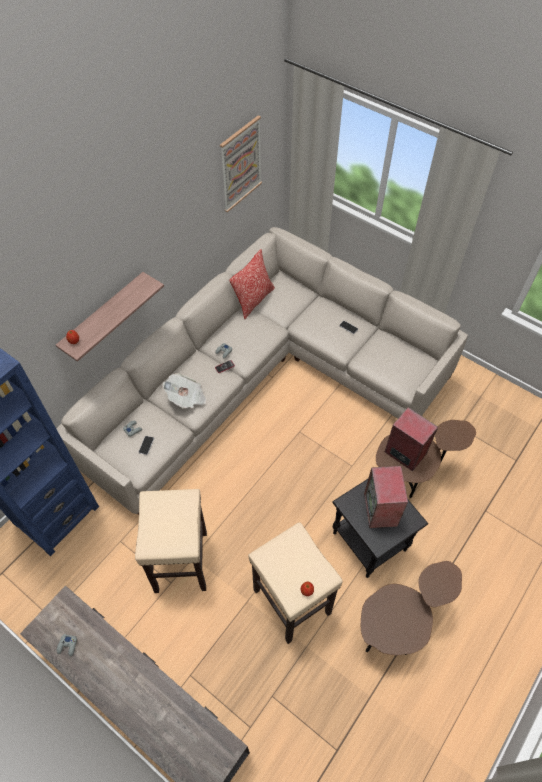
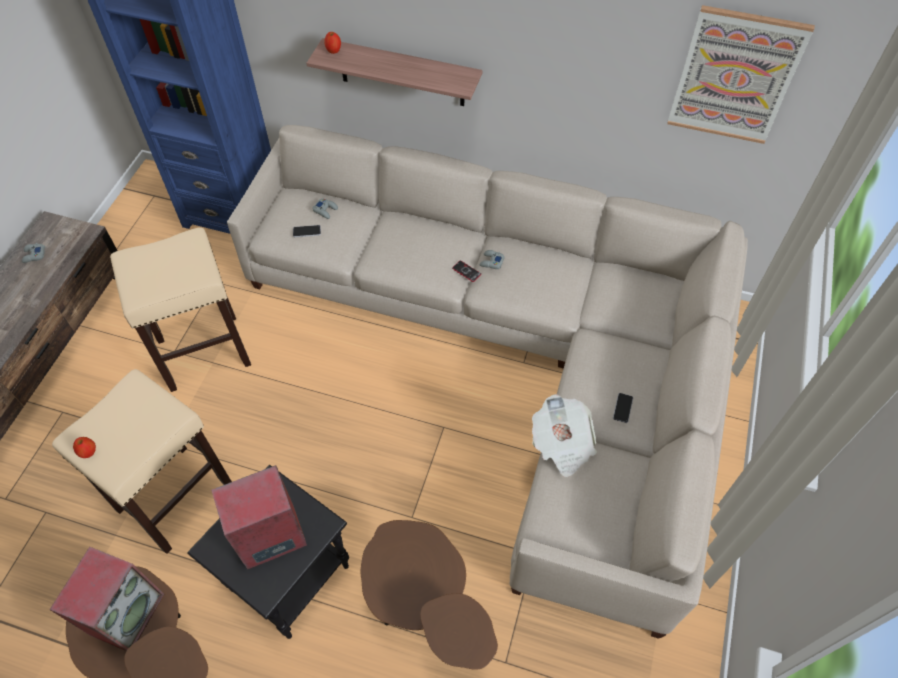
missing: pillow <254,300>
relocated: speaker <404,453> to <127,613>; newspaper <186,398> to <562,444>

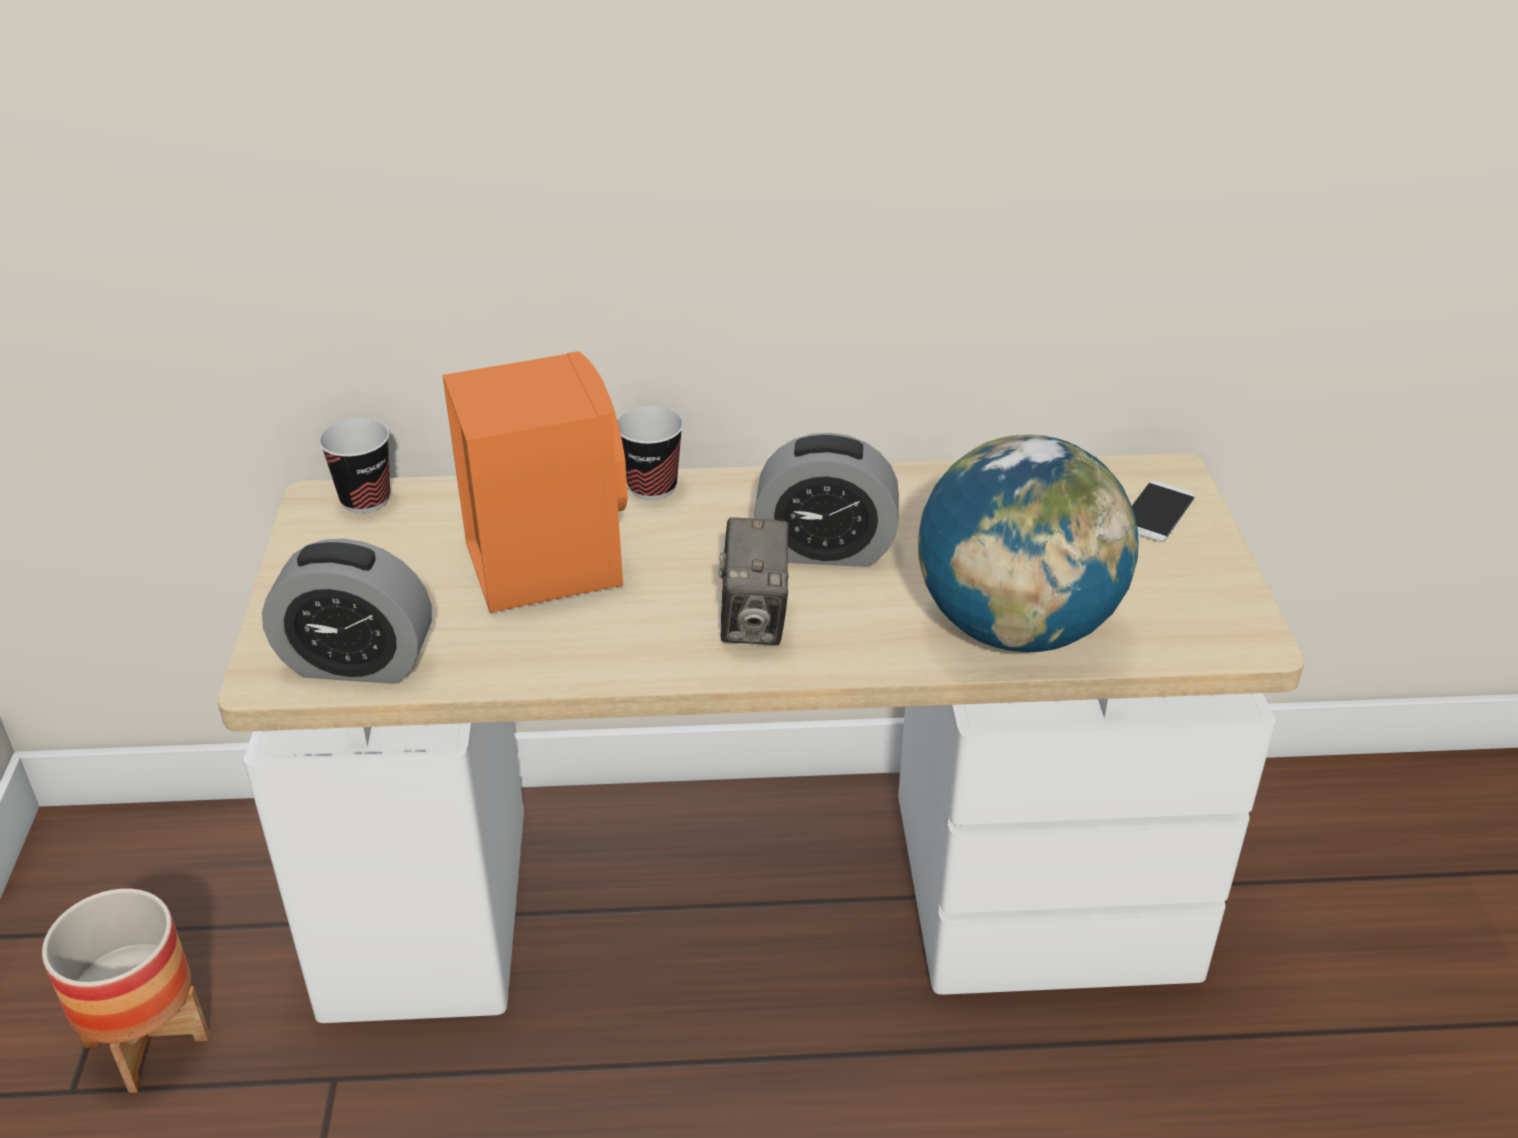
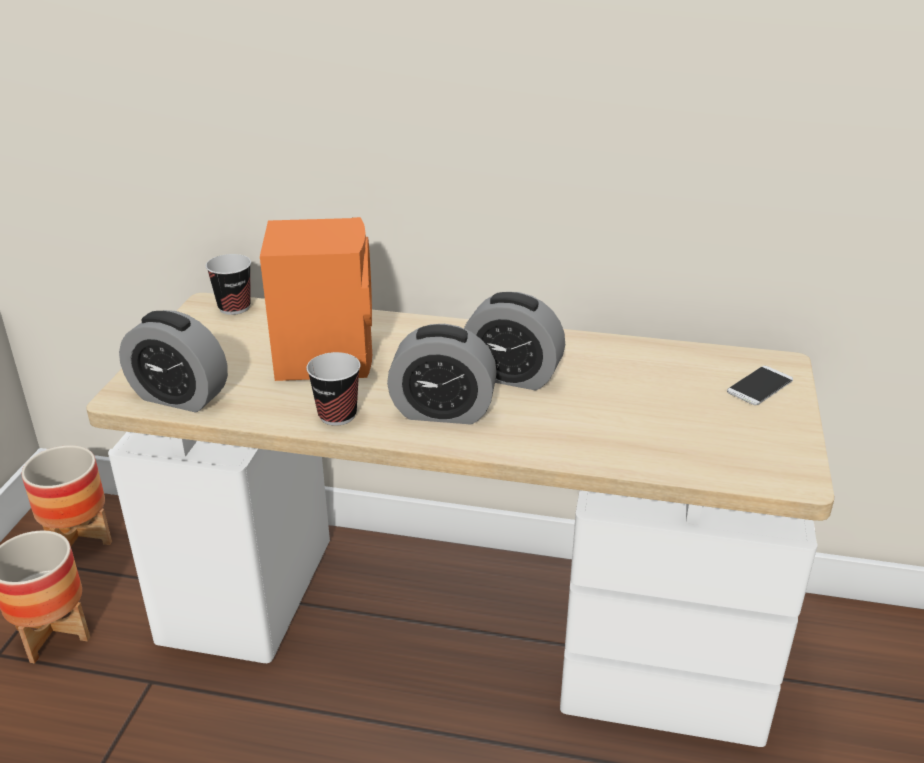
missing: globe <1016,628>
appeared: planter <78,539>
relocated: cup <652,486> to <337,415>
exchanged: photo camera <754,621> to alarm clock <442,411>

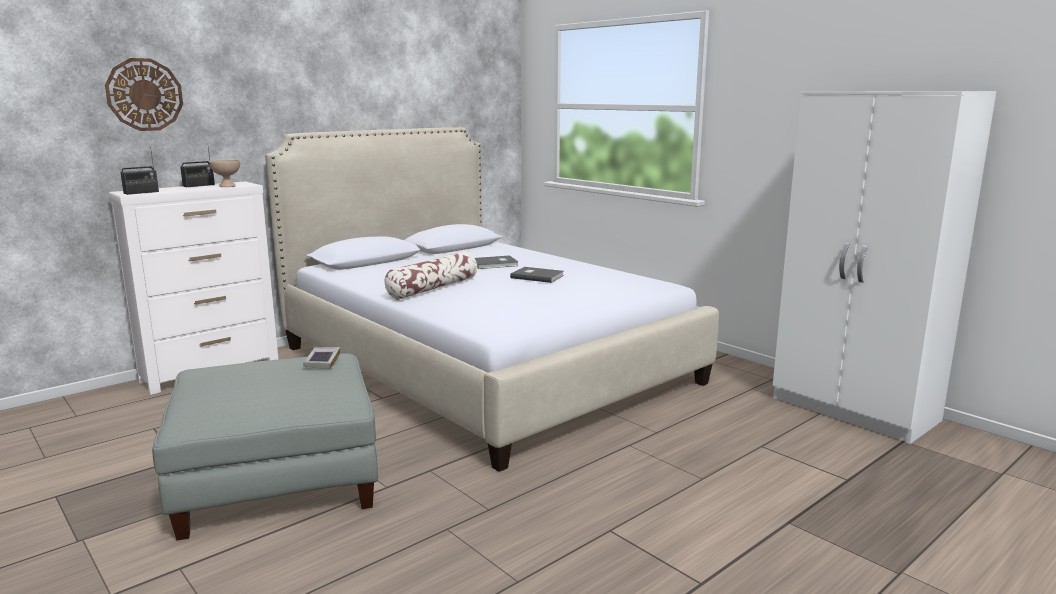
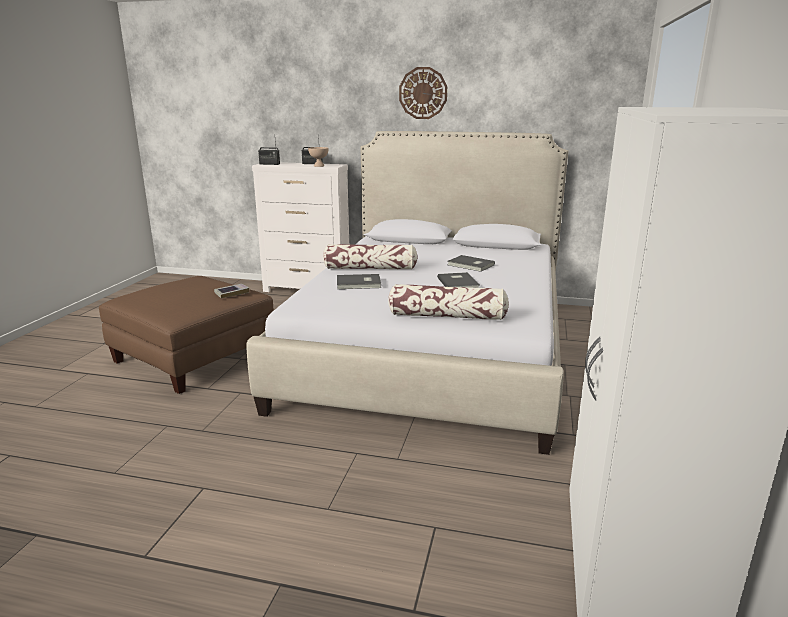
appeared: grey book <359,284>; pillow <447,316>
relocated: wall clock <144,94> to <423,93>
colour: grey ottoman <277,479> to brown ottoman <193,357>

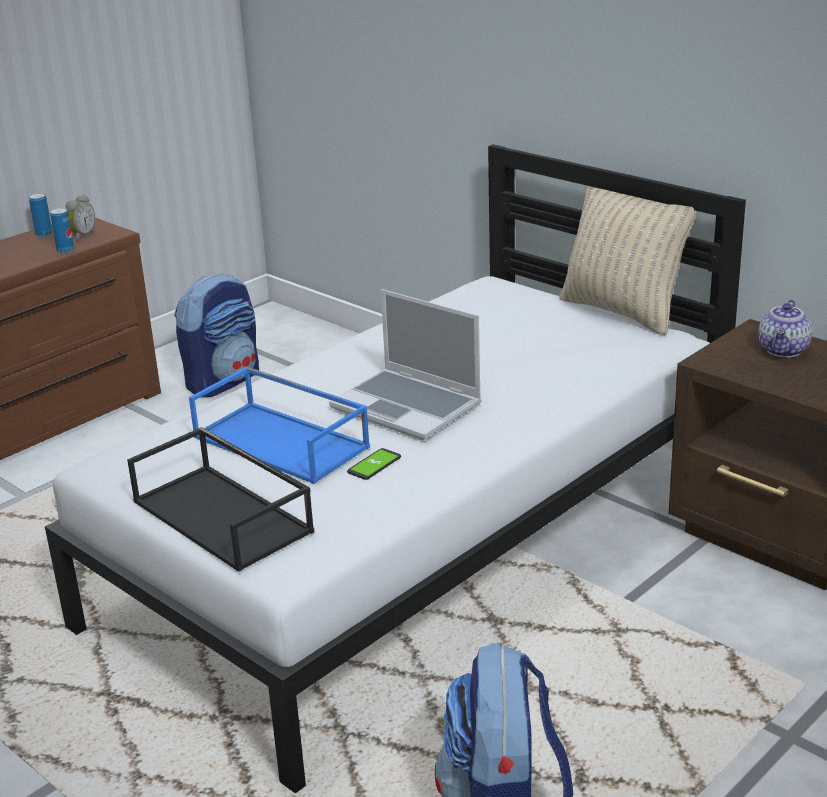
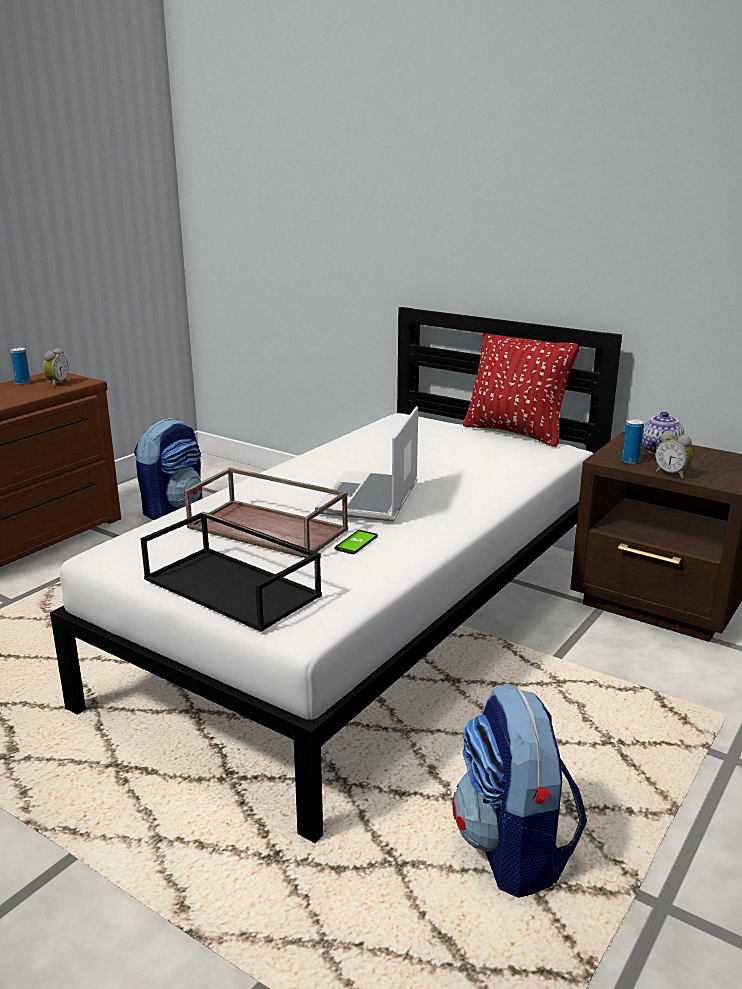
appeared: alarm clock <672,474>
relocated: can <65,250> to <630,461>
colour: blue tray <283,442> to brown tray <269,528>; beige pillow <622,312> to red pillow <515,433>
spun: laptop <408,406> = <370,499> 75 degrees clockwise

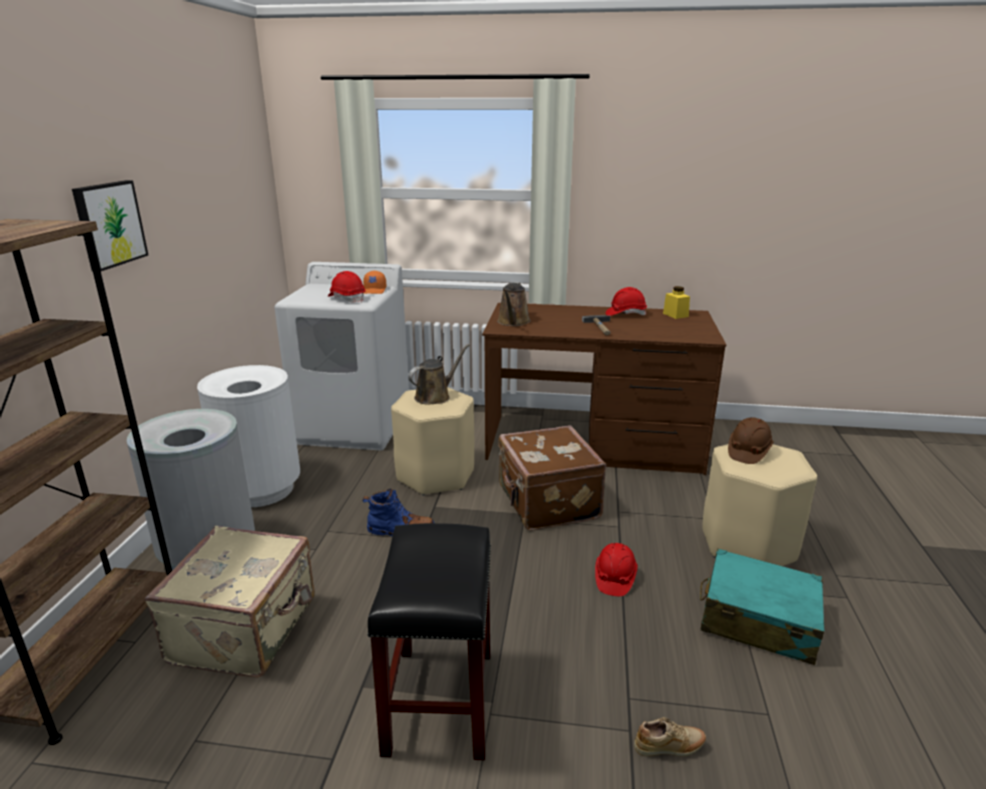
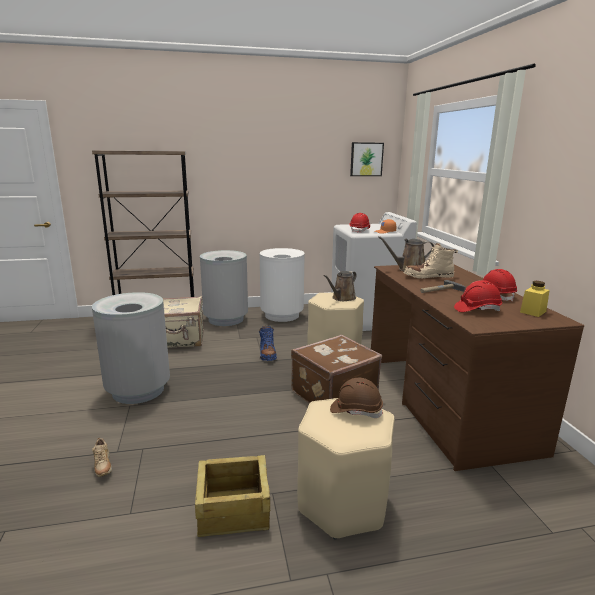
appeared: beige boot <428,277>
relocated: picture <109,224> to <366,159>; red hard hat <614,578> to <477,309>
exchanged: black stool <439,700> to grey trash can <138,390>; turquoise suitcase <757,620> to crate <233,509>
spun: brown watering can <435,396> = <342,298> 105 degrees clockwise

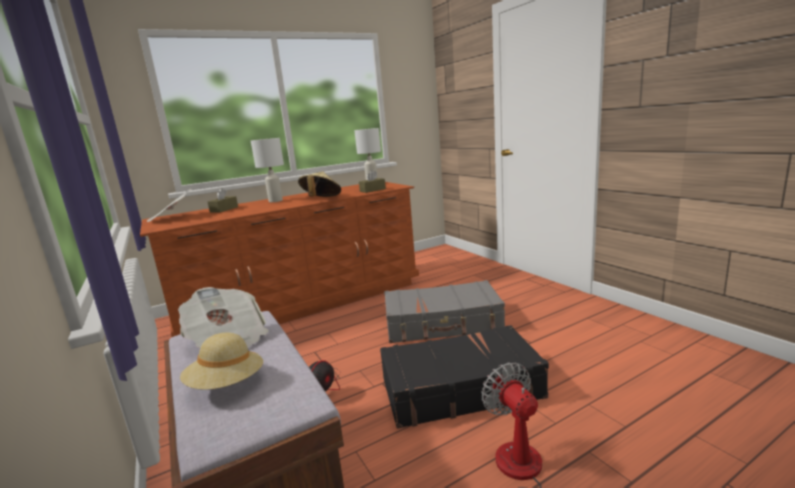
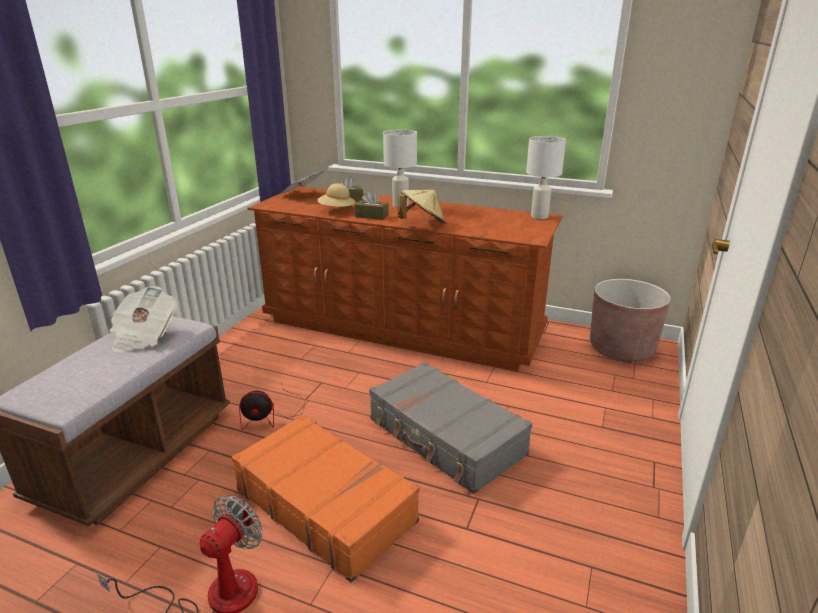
appeared: brown planter <621,349>
relocated: beige hat <226,385> to <336,210>; brown tissue box <372,190> to <371,216>
colour: black suitcase <460,388> to orange suitcase <326,504>

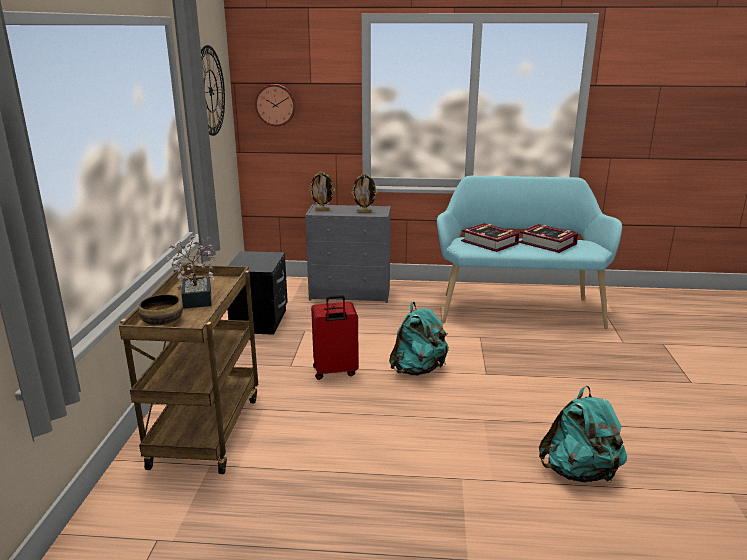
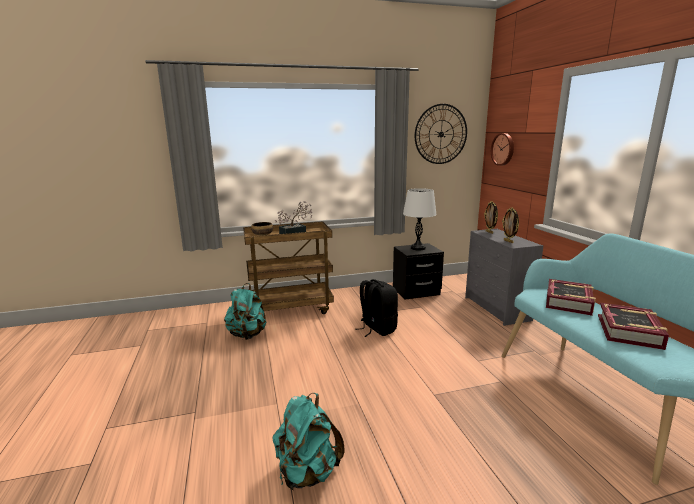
appeared: white table lamp <418,248>
relocated: turquoise backpack <418,369> to <247,335>
exchanged: red suitcase <335,372> to black backpack <377,329>

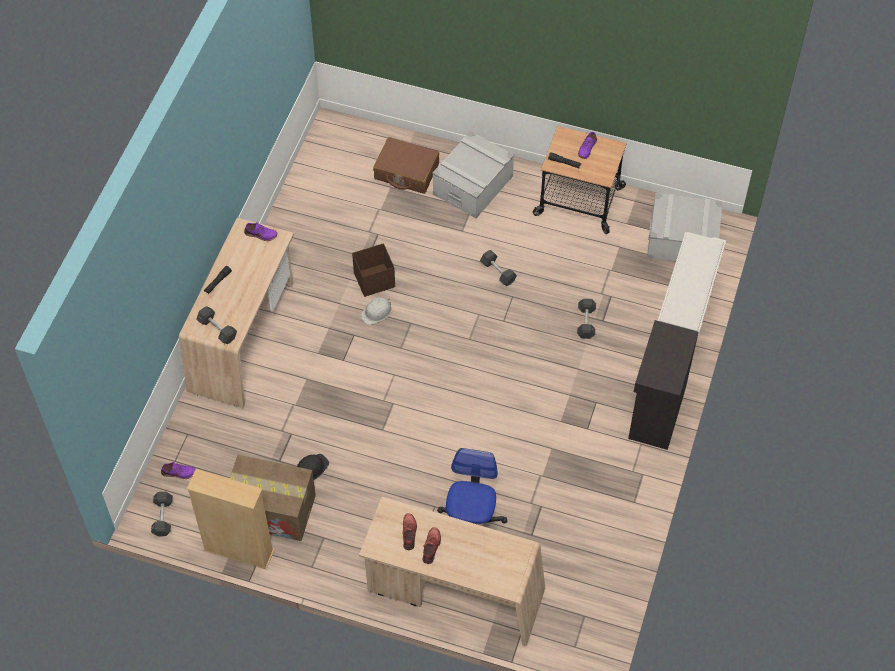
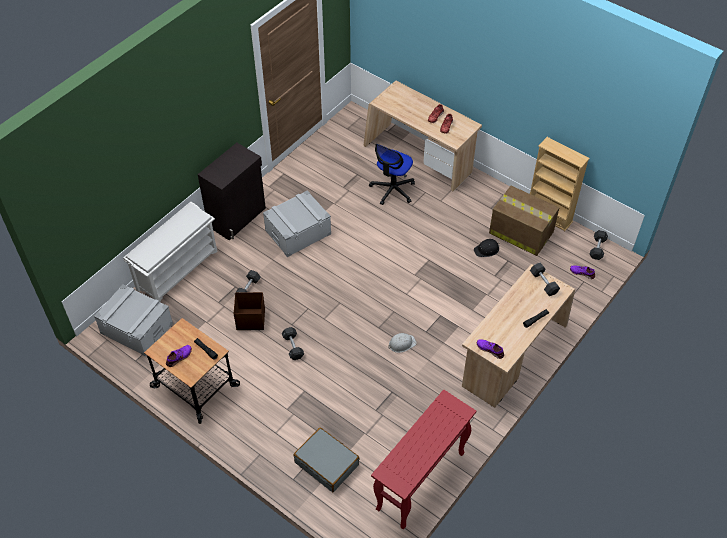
appeared: red console table <420,482>
relocated: brown storage box <375,280> to <250,319>; grey storage box <473,185> to <298,232>
colour: brown suitcase <406,172> to grey suitcase <327,463>

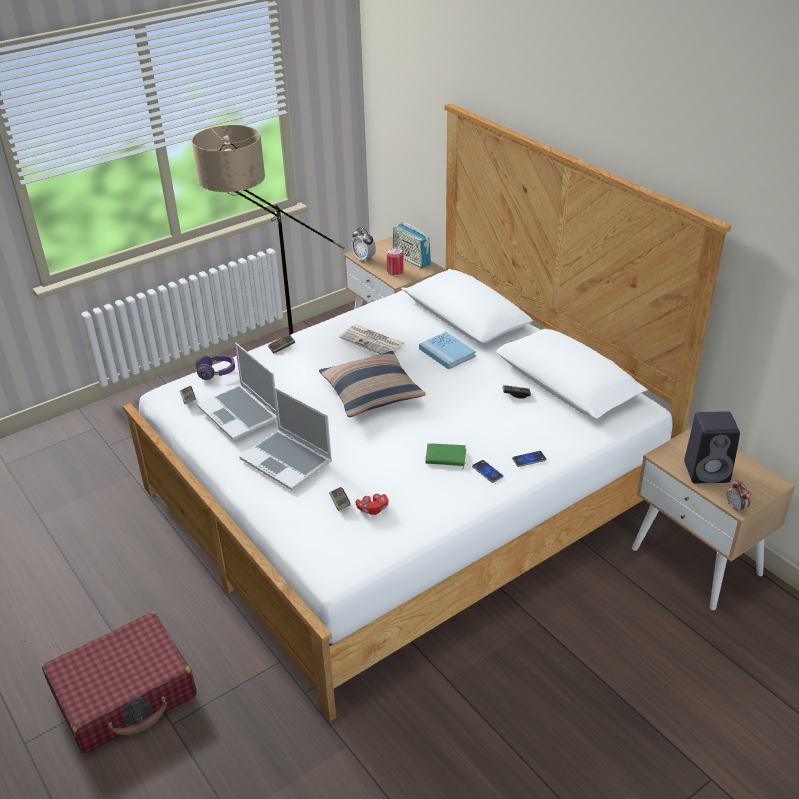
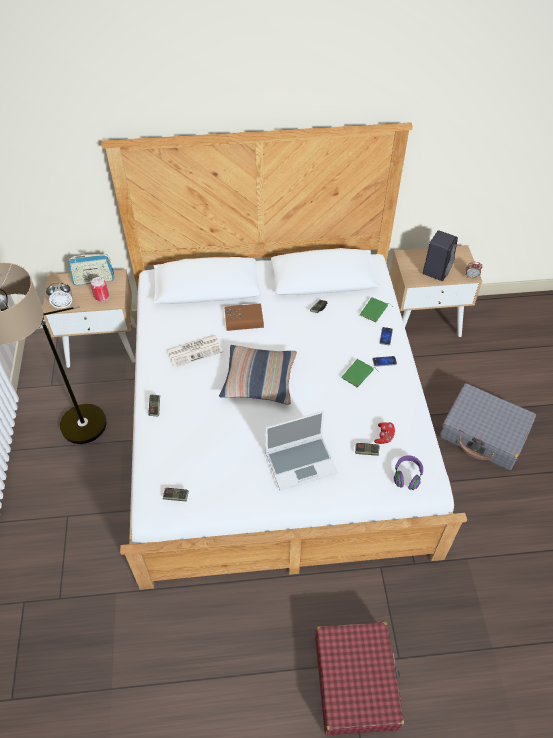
missing: laptop <240,414>
appeared: green book <374,311>; grey suitcase <484,433>
relocated: purple headphones <216,373> to <407,476>
colour: blue book <447,352> to brown book <244,318>

